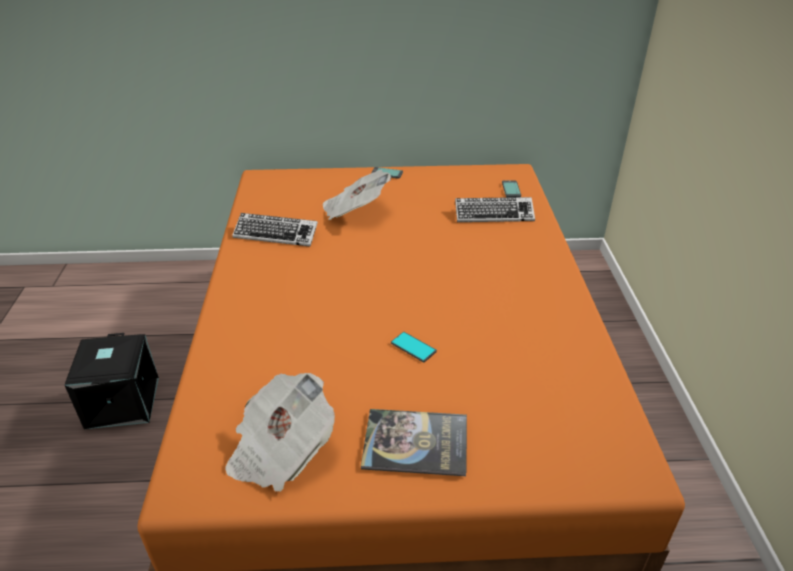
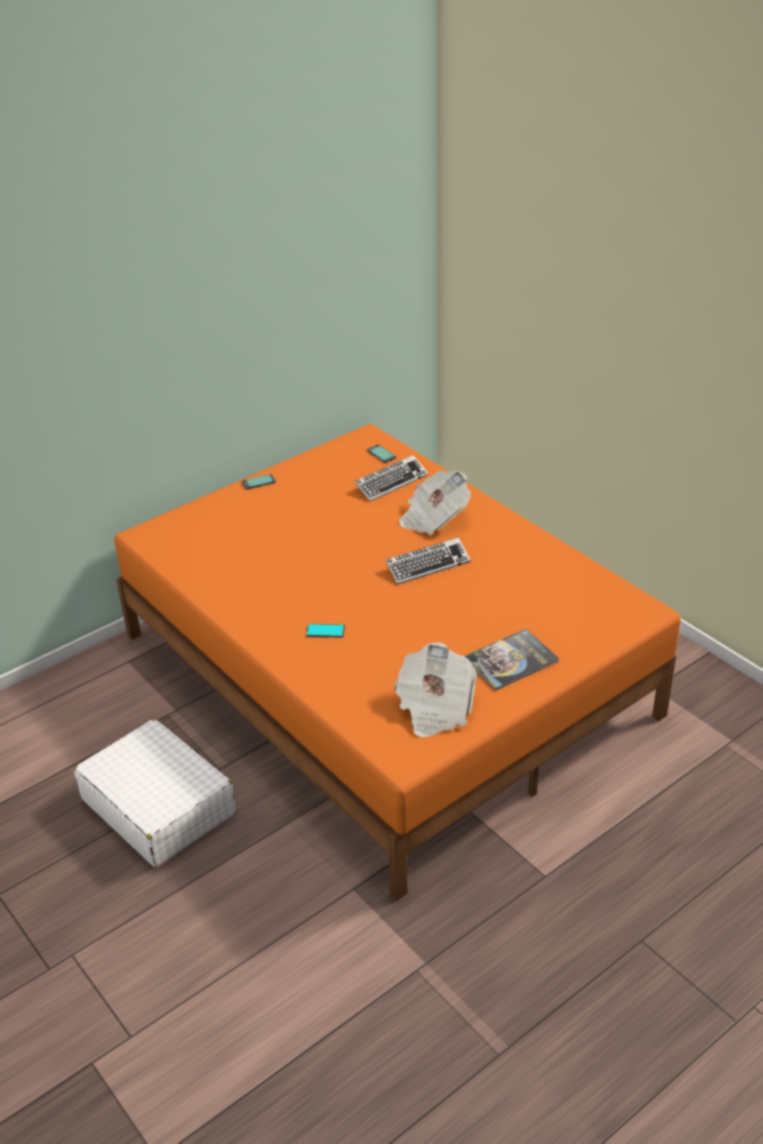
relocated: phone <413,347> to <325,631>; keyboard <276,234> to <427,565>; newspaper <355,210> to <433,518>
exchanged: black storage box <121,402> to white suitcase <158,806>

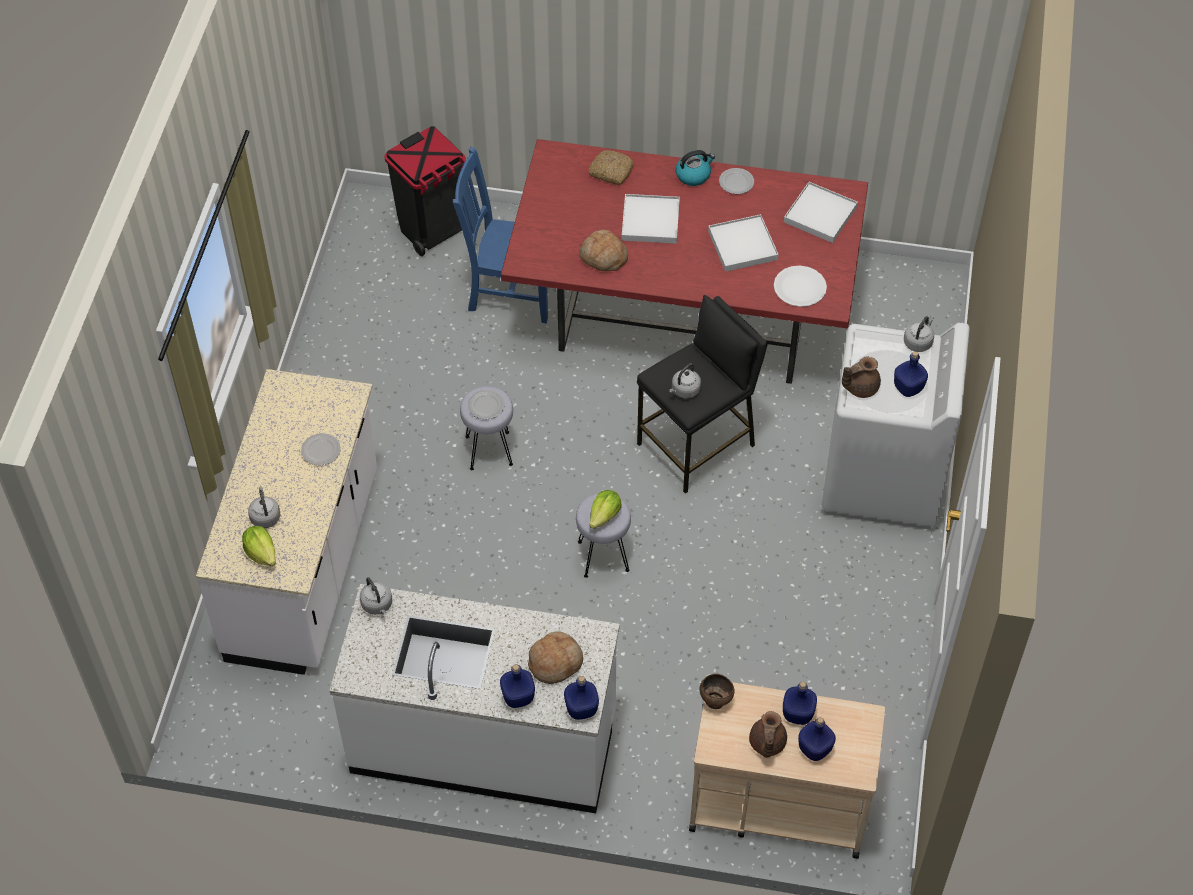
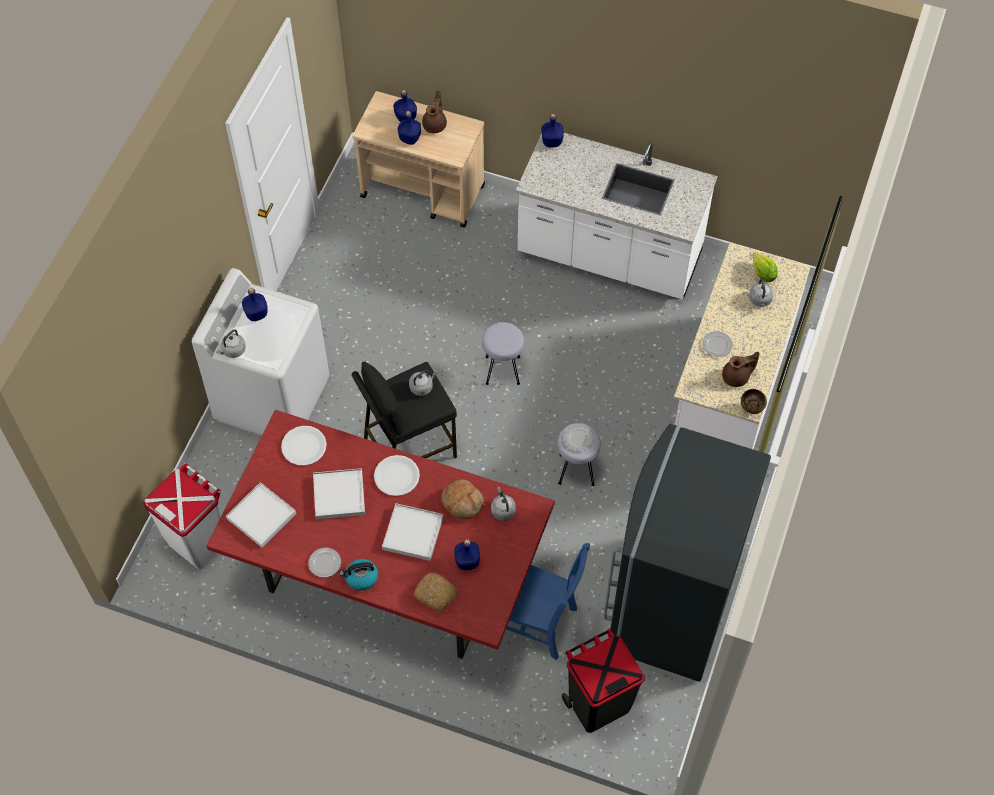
missing: bread <555,662>; lettuce <605,516>
appeared: white trash can <197,542>; white plate <397,476>; grey fridge <670,604>
relocated: blue bottle <517,696> to <467,562>; grey kettle <377,605> to <502,510>; brown teapot <859,387> to <737,377>; brown bowl <715,700> to <752,409>

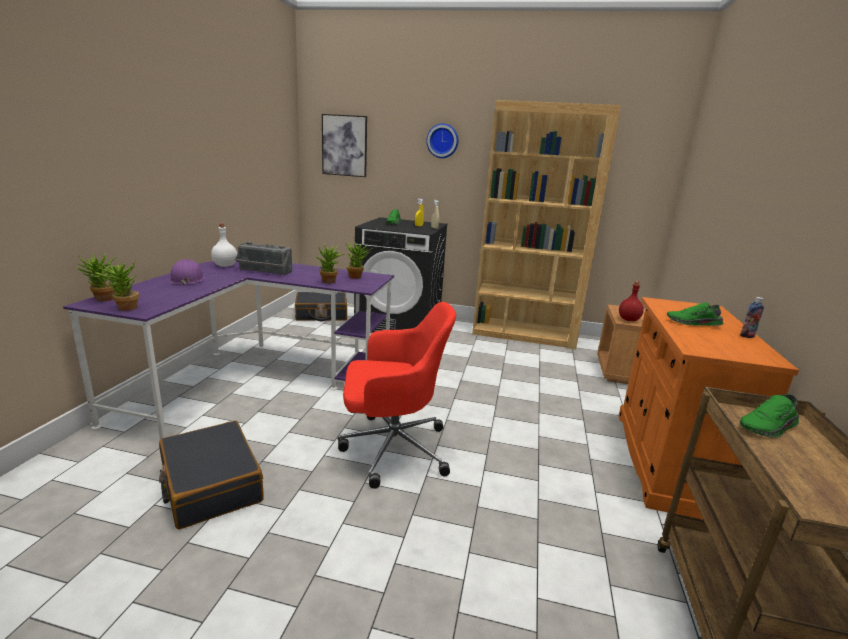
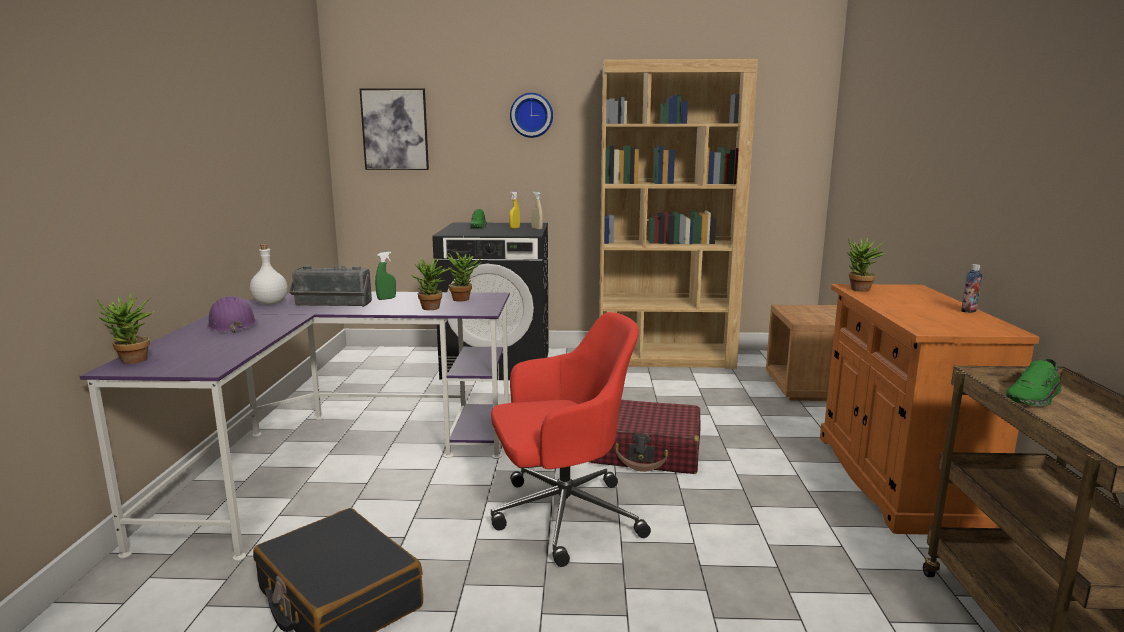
missing: black suitcase <321,314>; red bottle <628,319>; green shoe <693,323>
appeared: green spray bottle <386,298>; red suitcase <645,451>
relocated: potted plant <123,309> to <859,290>

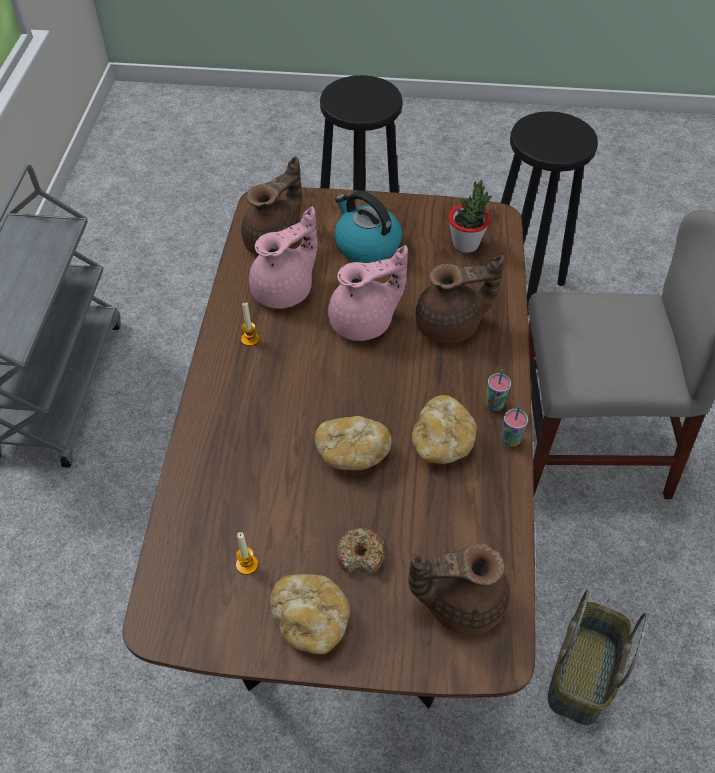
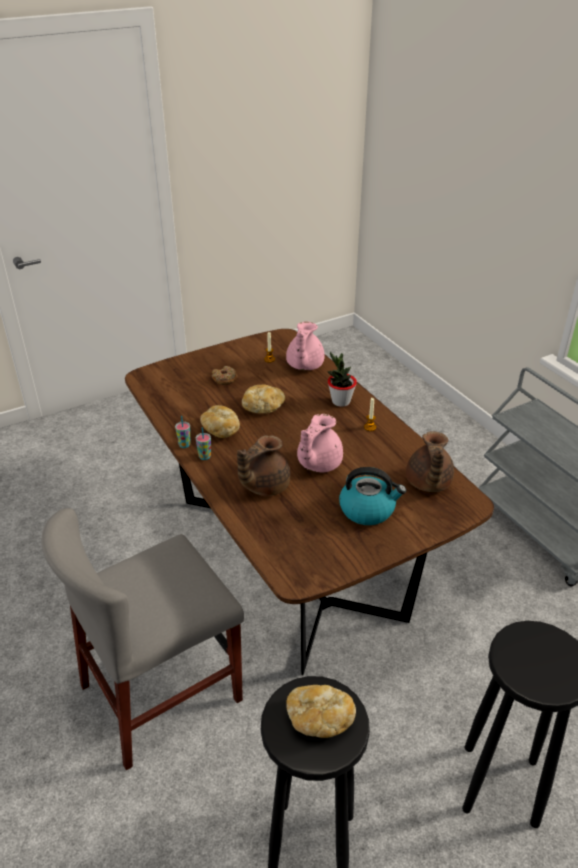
missing: brown teapot <460,601>; basket <583,675>
relocated: pink teapot <285,290> to <304,365>; bread <311,620> to <319,719>; potted plant <466,244> to <340,401>

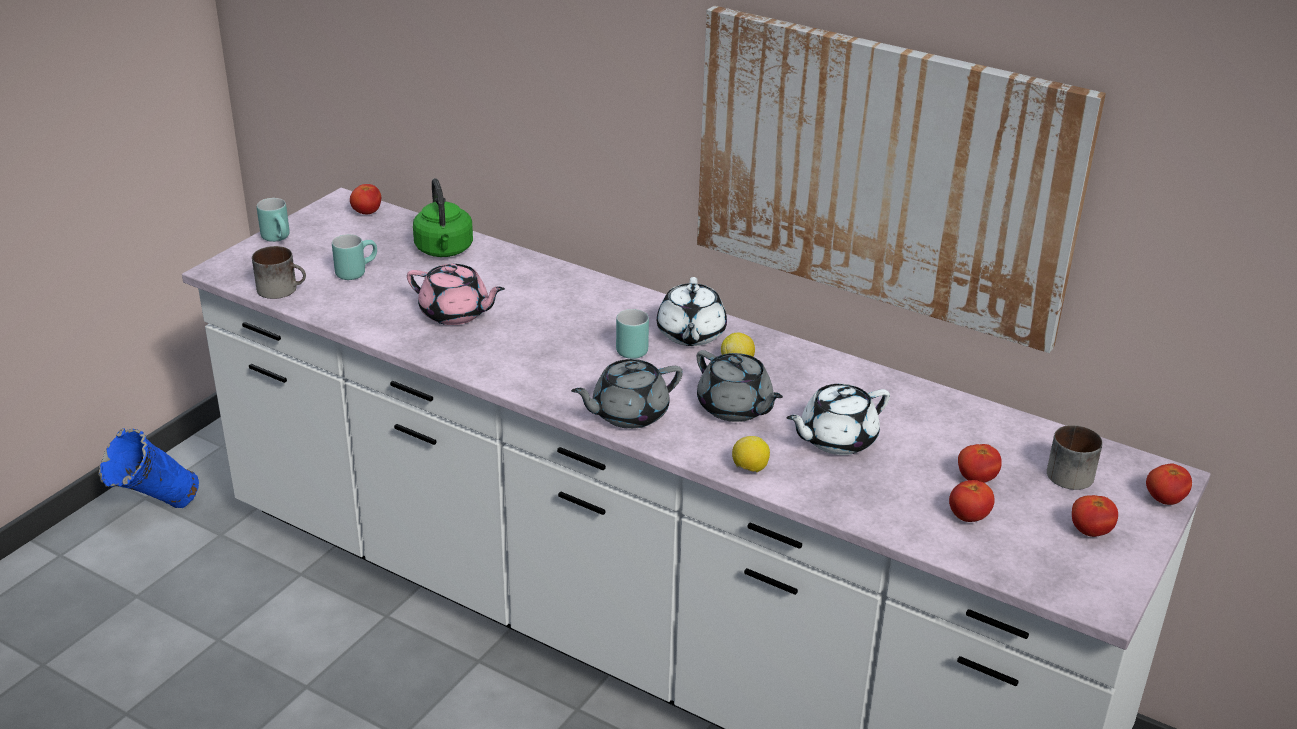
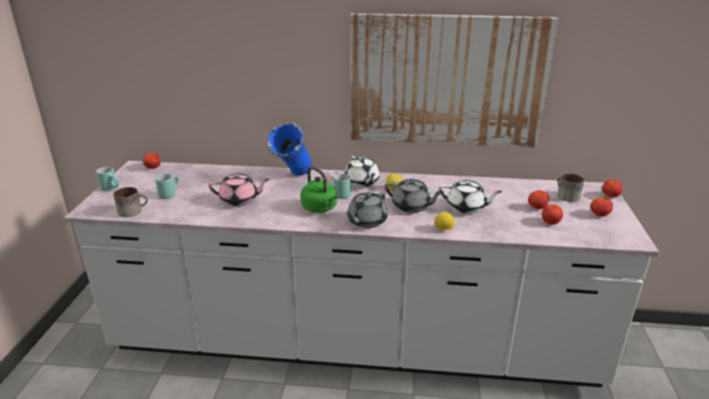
relocated: blue vase <155,513> to <293,180>; green kettle <444,251> to <320,208>
spun: white teapot <836,439> = <466,208> 105 degrees counterclockwise

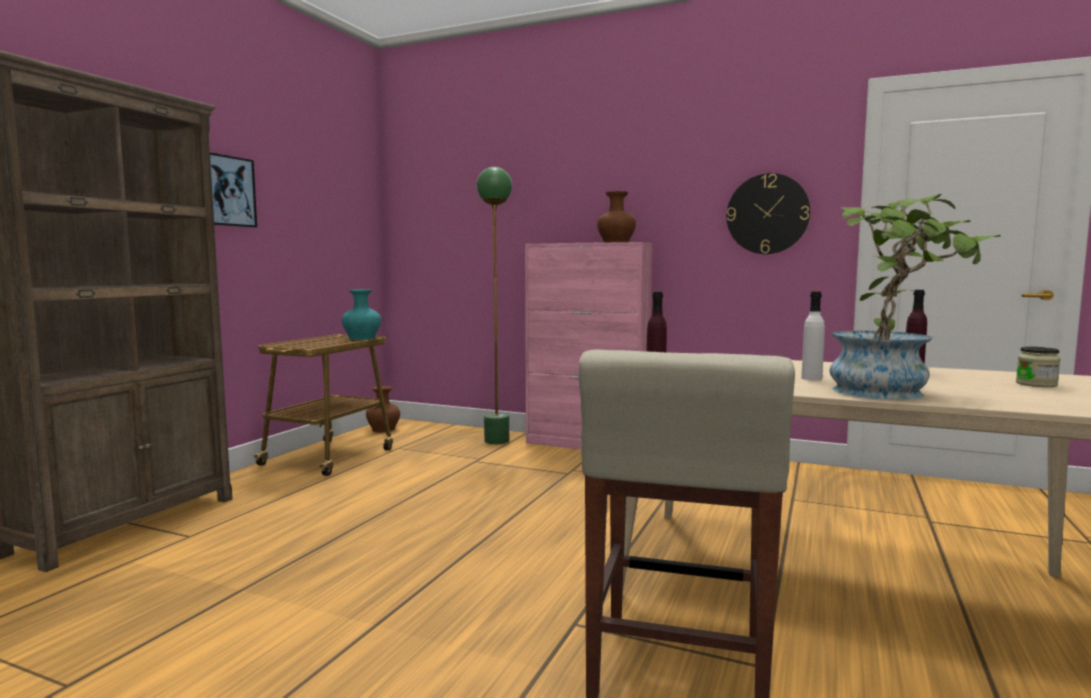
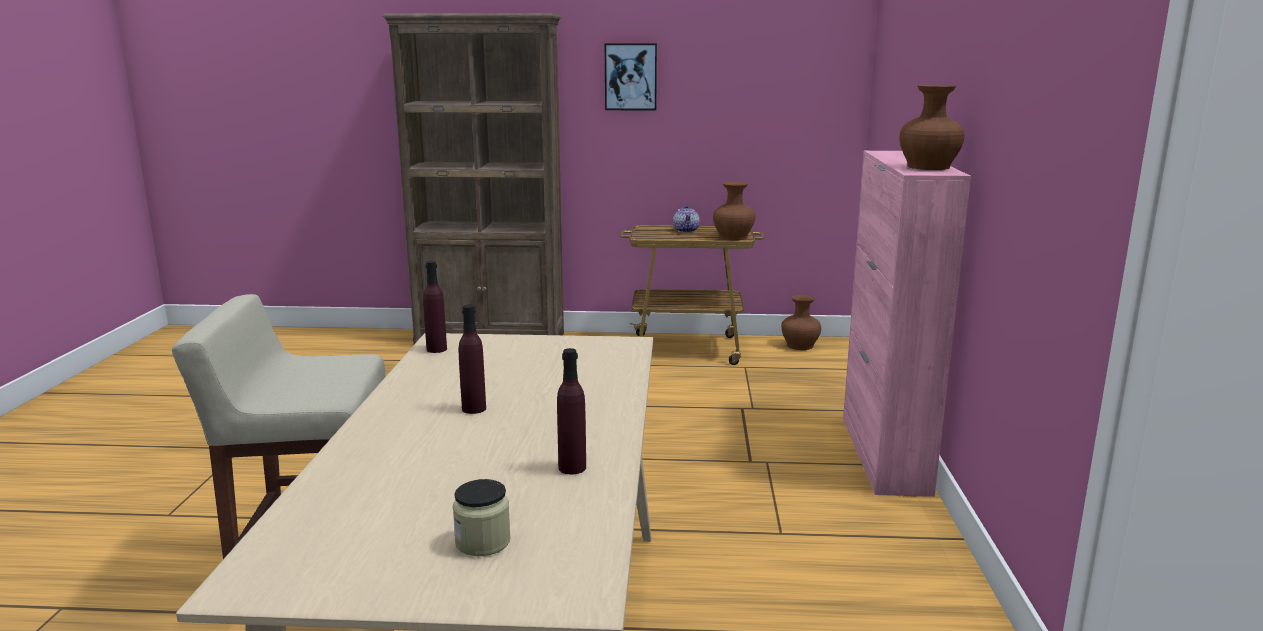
missing: green floor lamp <497,441>; wall clock <767,214>; potted plant <892,392>
appeared: teapot <686,231>
colour: white bottle <811,378> to purple bottle <474,409>; turquoise vase <361,338> to brown vase <732,237>

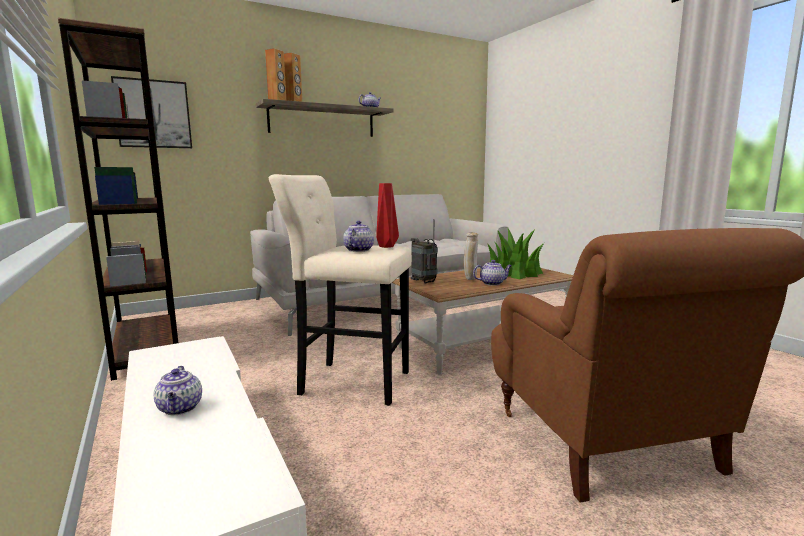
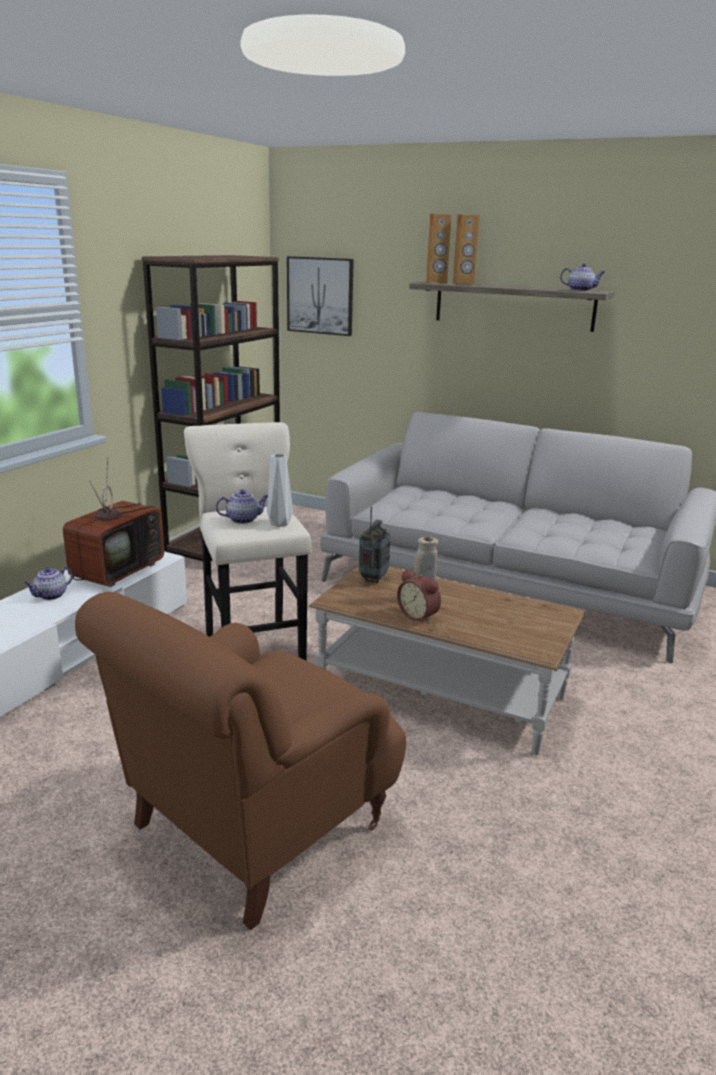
missing: potted plant <514,273>
appeared: television <118,570>
exchanged: teapot <492,283> to alarm clock <419,615>
colour: red vase <386,246> to white vase <279,524>

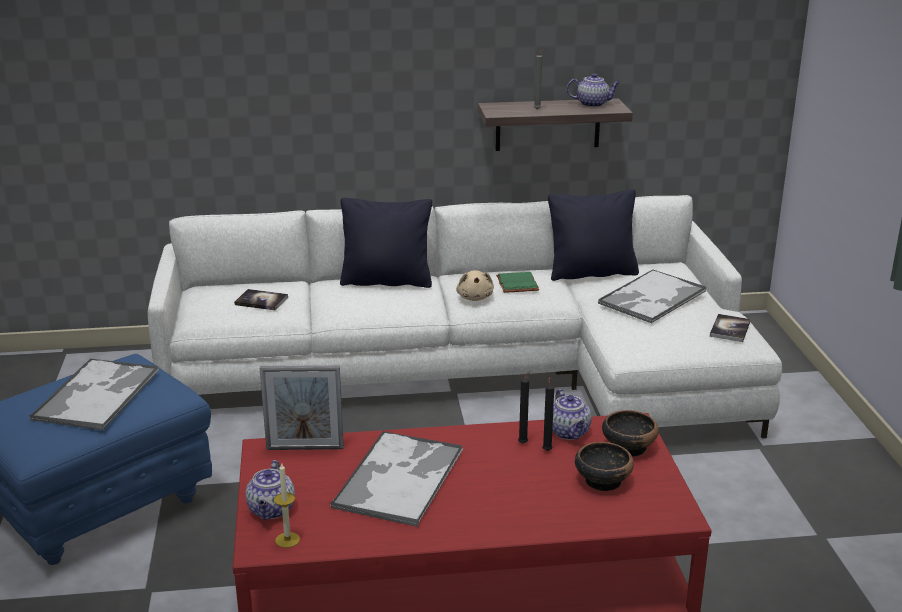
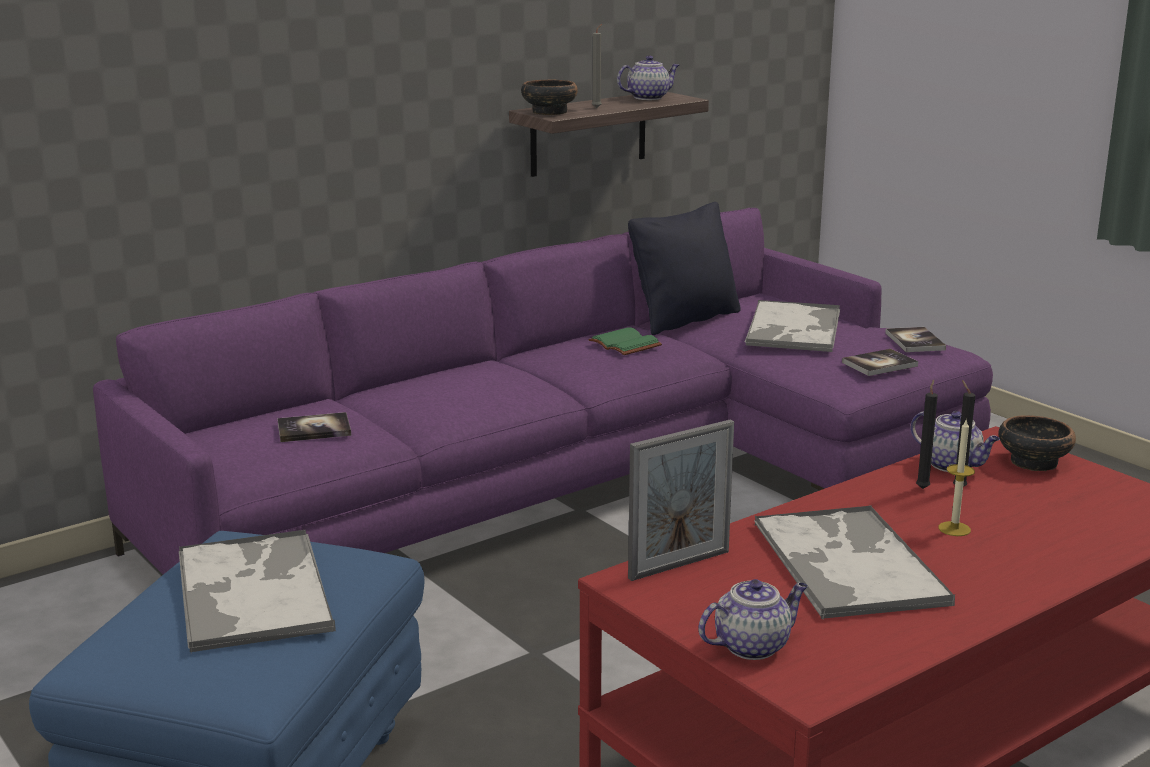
missing: black pillow <387,281>; beige plush toy <475,297>
appeared: book <879,364>
relocated: bowl <602,481> to <548,112>; candle <287,540> to <954,529>
colour: white sofa <478,374> to purple sofa <585,483>
spun: teapot <272,510> = <752,645> 90 degrees counterclockwise

